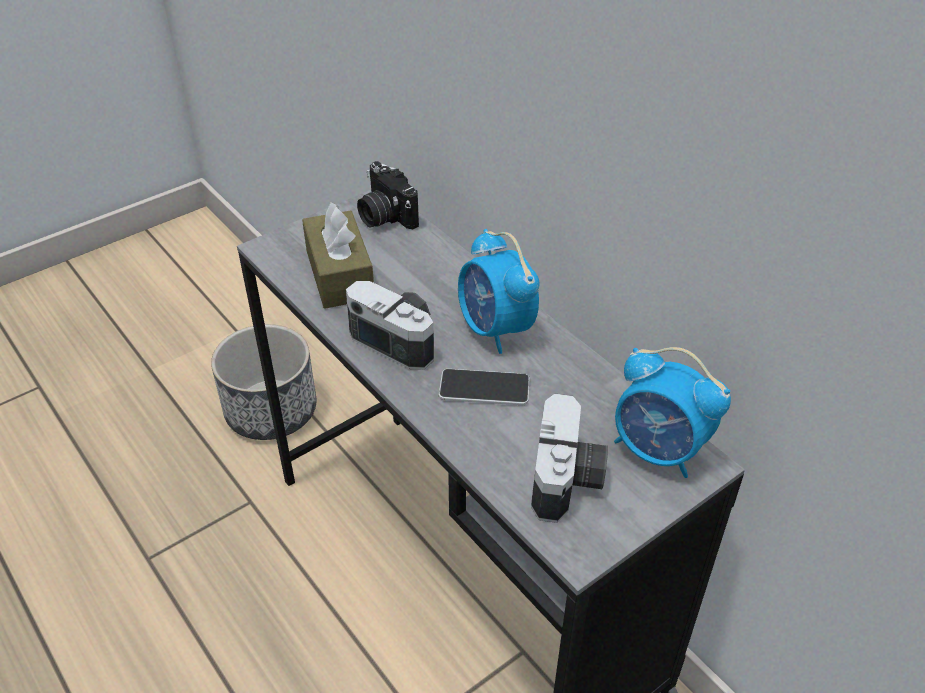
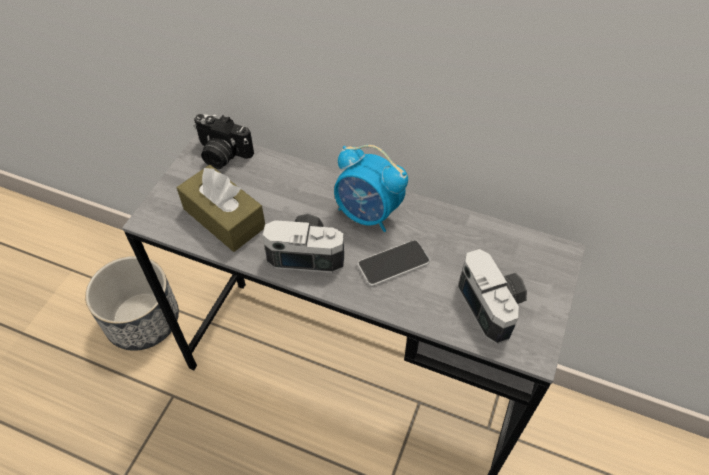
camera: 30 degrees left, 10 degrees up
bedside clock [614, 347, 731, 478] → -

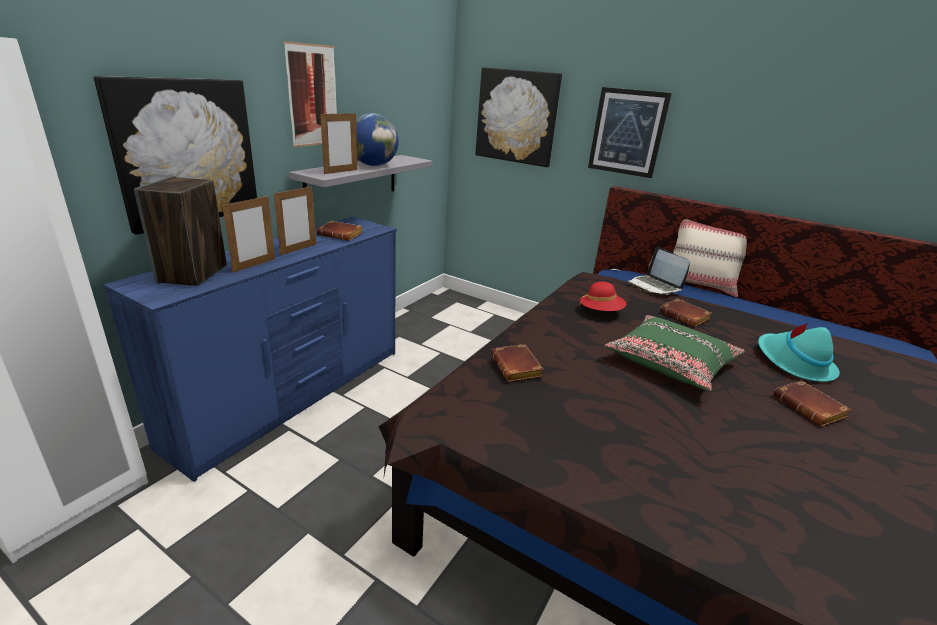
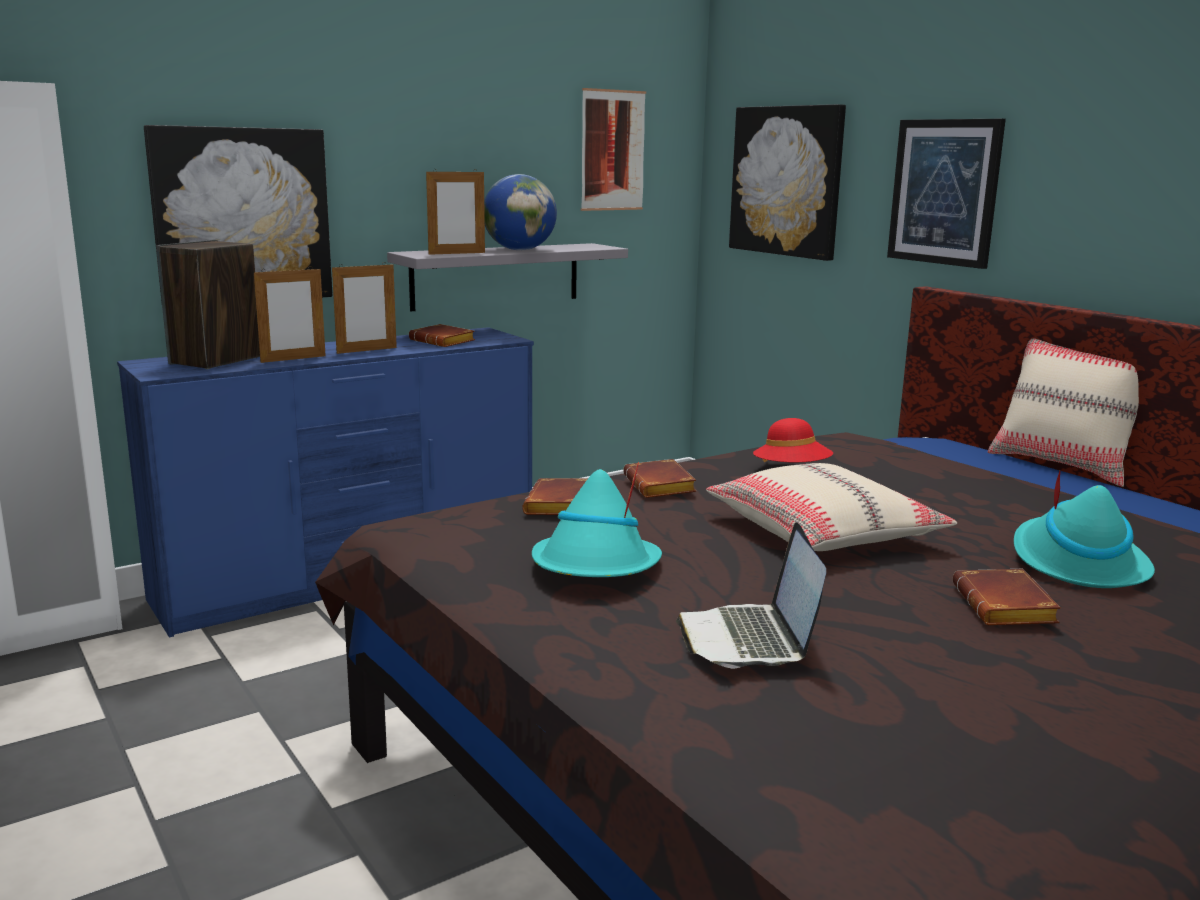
camera: 25 degrees right, 10 degrees down
- → wearable hat in blue-green [532, 462, 662, 577]
wall art [284, 41, 337, 147] → wall art [581, 88, 646, 211], moved
laptop [627, 247, 690, 295] → laptop [676, 522, 826, 668], moved
volume in brown-coloured [660, 299, 712, 327] → volume in brown-coloured [623, 459, 696, 498], moved
cushion in greenish [604, 315, 745, 392] → cushion in sand-coloured [706, 463, 957, 551]

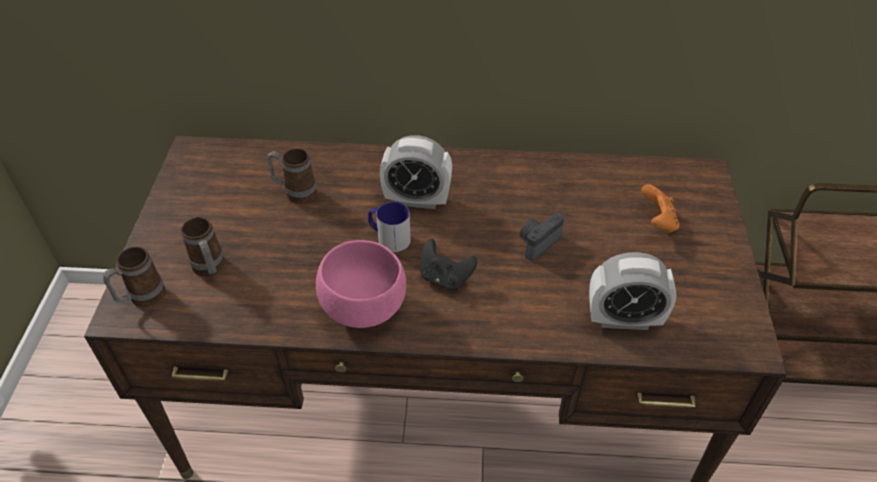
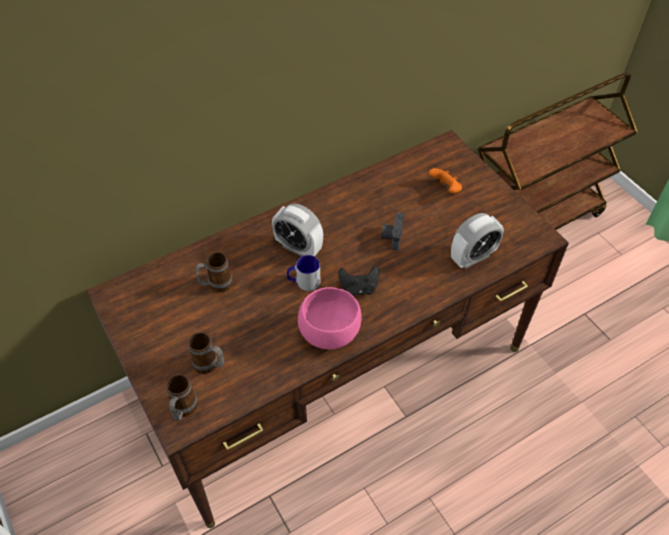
camera: 35 degrees left, 5 degrees up
bedside clock [380, 135, 452, 209] → bedside clock [272, 203, 323, 257], 60 degrees clockwise

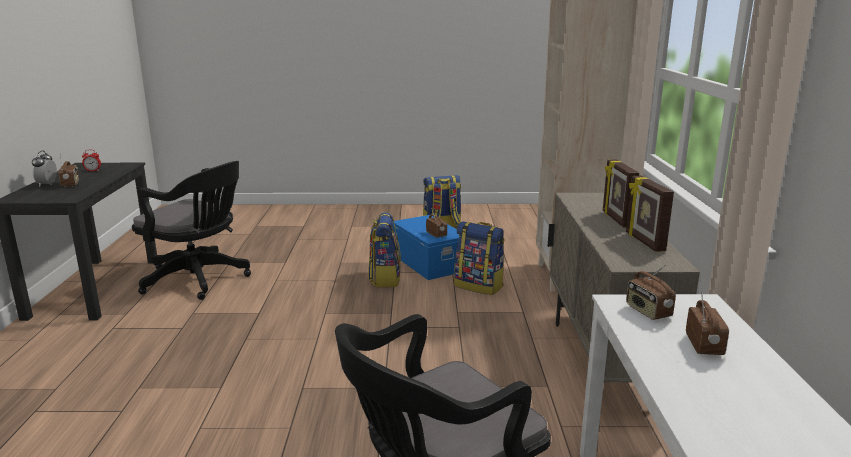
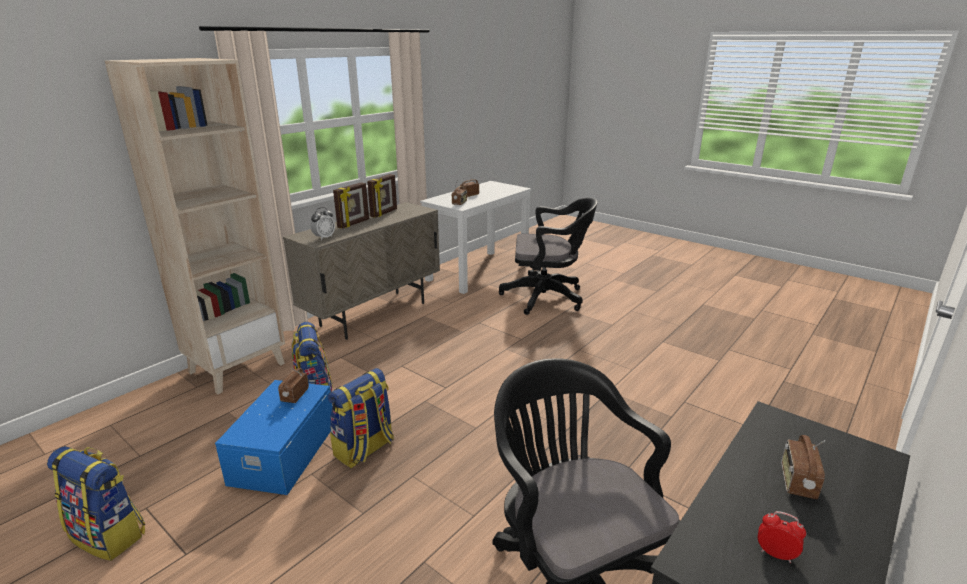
camera: 140 degrees left, 5 degrees up
bedside clock [32, 151, 57, 187] → bedside clock [311, 207, 335, 240], moved

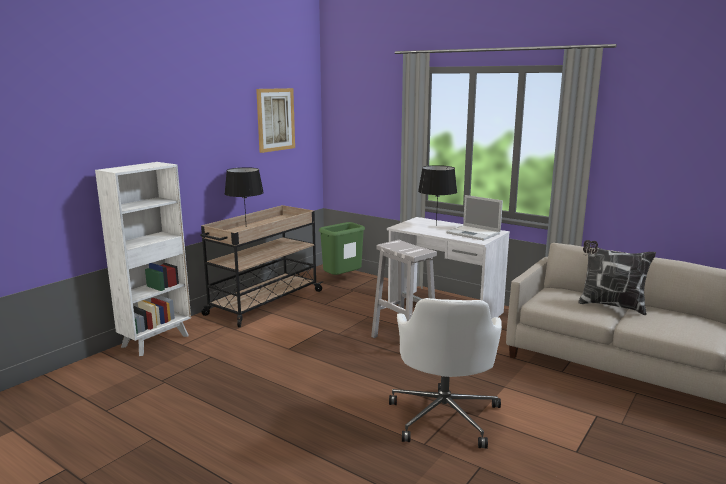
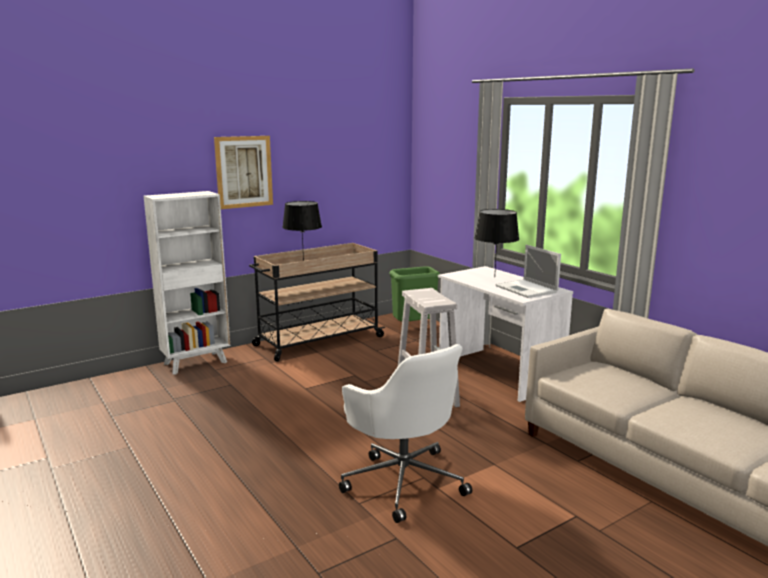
camera: 20 degrees right, 0 degrees up
cushion [578, 240, 656, 315] → -
wall art [256, 88, 295, 153] → wall art [214, 136, 273, 209], moved
office chair in white-coloured [389, 298, 502, 449] → office chair in white-coloured [339, 344, 472, 523], 60 degrees counterclockwise

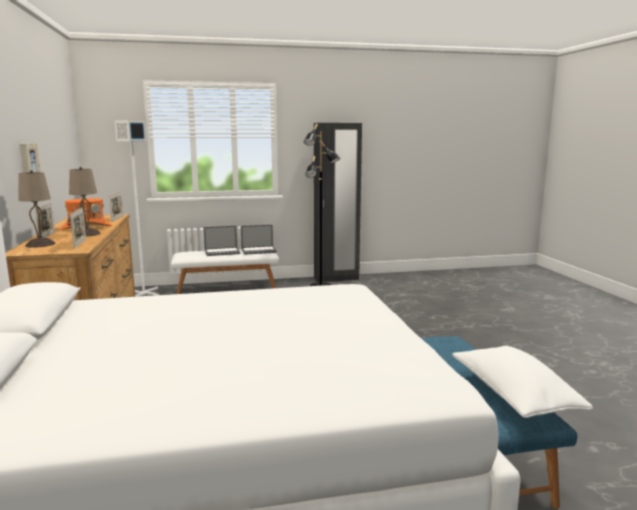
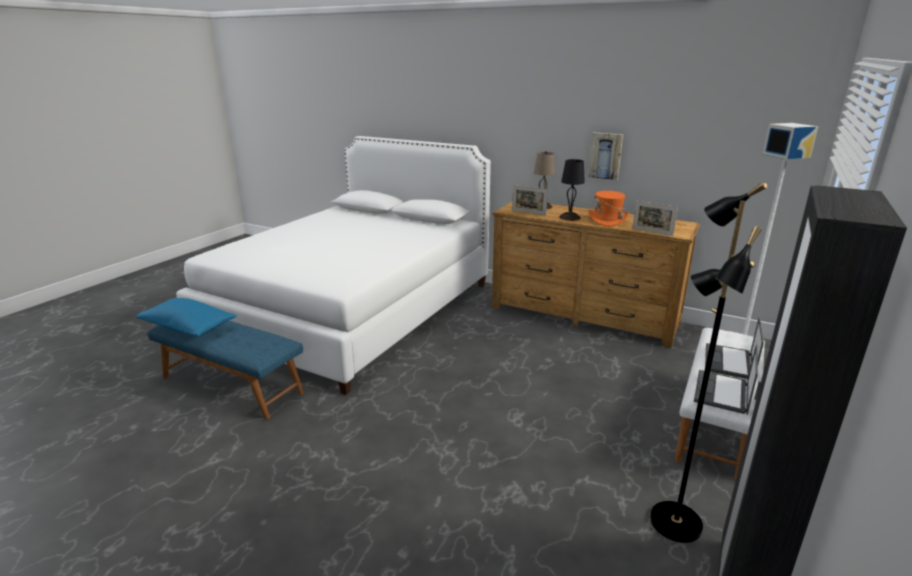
camera: 130 degrees right, 10 degrees up
picture frame [35, 202, 55, 238] → -
tabletop lamp in sand-coloured [69, 167, 101, 237] → tabletop lamp in blackish [559, 159, 585, 221]
cushion in white-coloured [452, 346, 593, 418] → cushion in blue-coloured [136, 298, 237, 337]

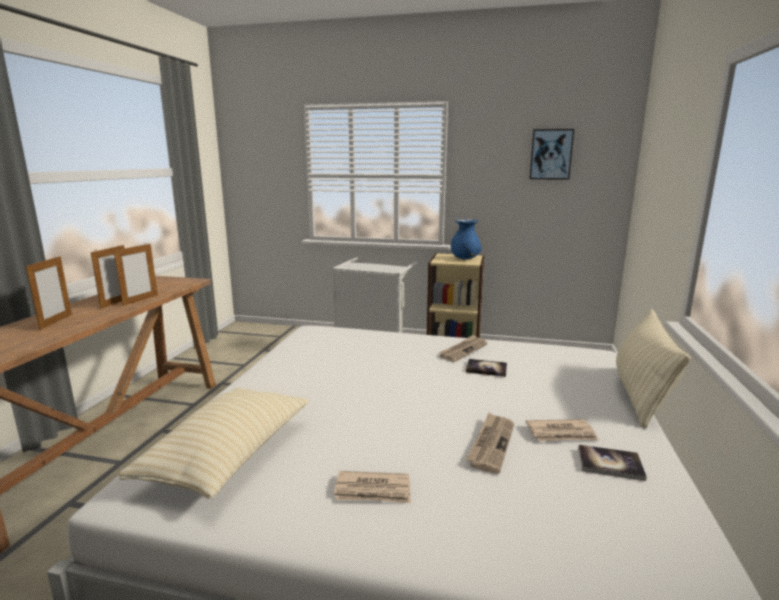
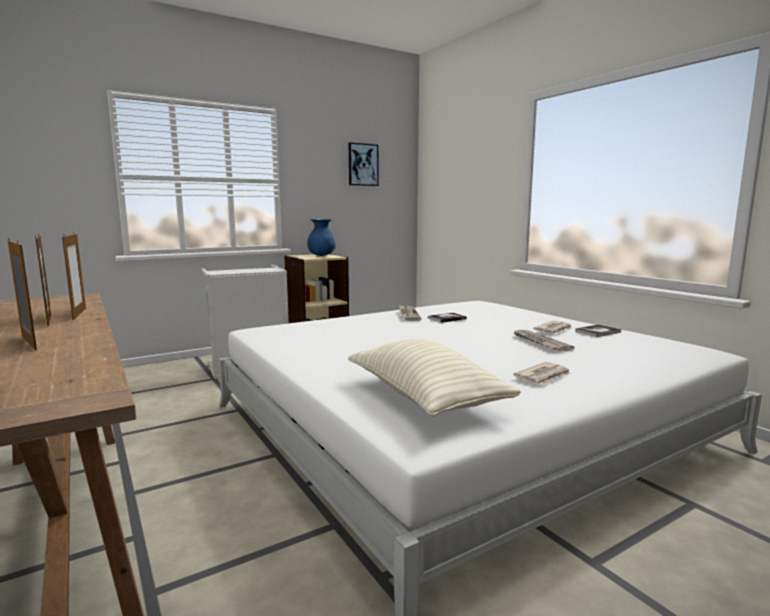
camera: 45 degrees left, 5 degrees down
cushion in sand-coloured [616, 309, 691, 428] → -

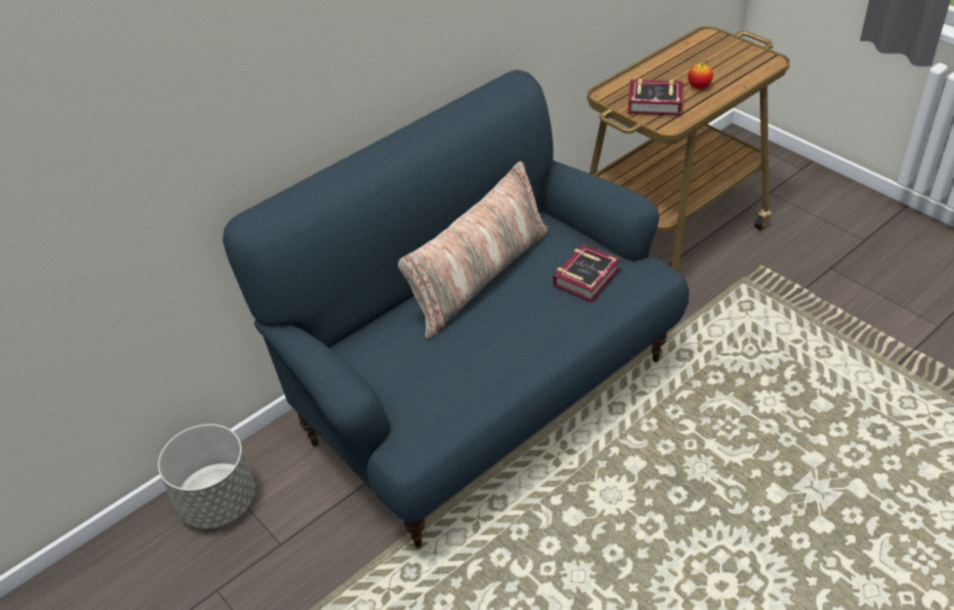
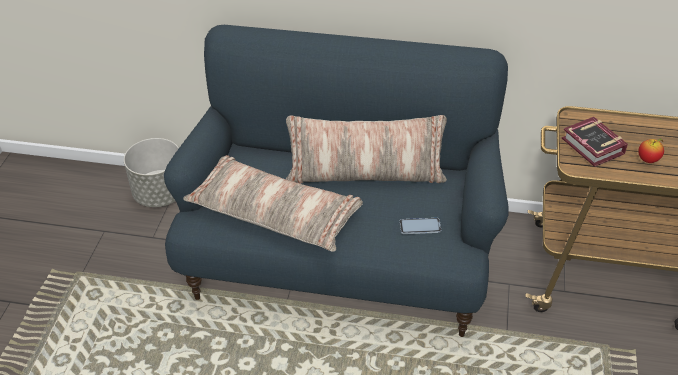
camera: 50 degrees right, 0 degrees up
- → cushion [183, 155, 363, 252]
volume [553, 244, 621, 302] → handset [400, 218, 441, 234]

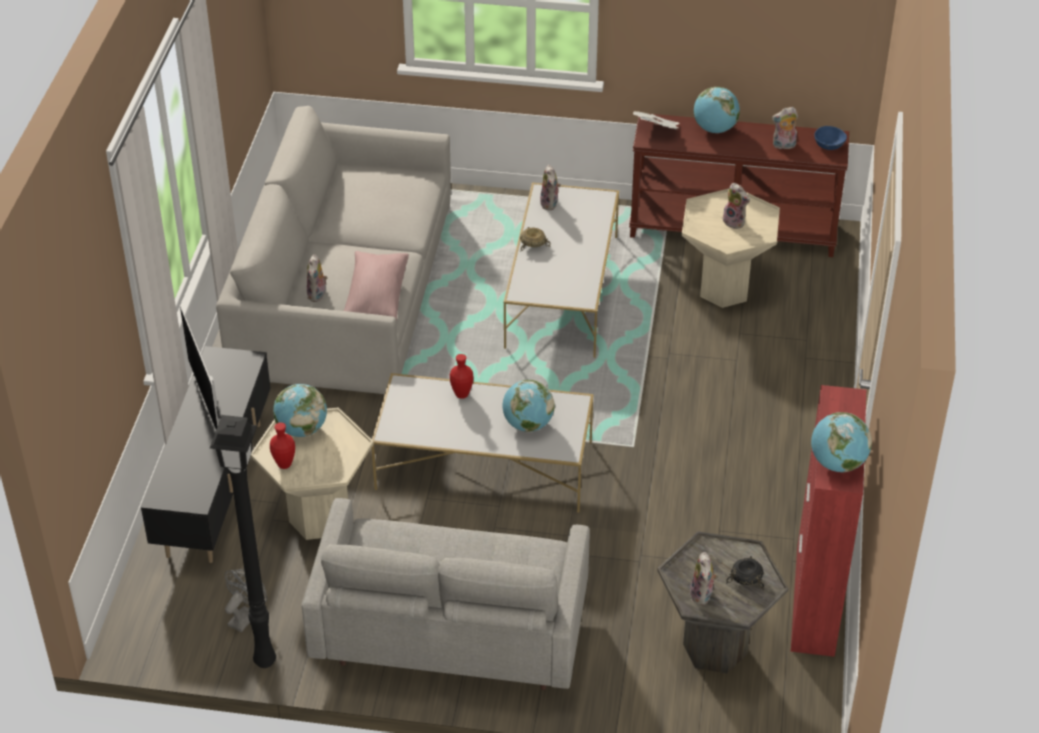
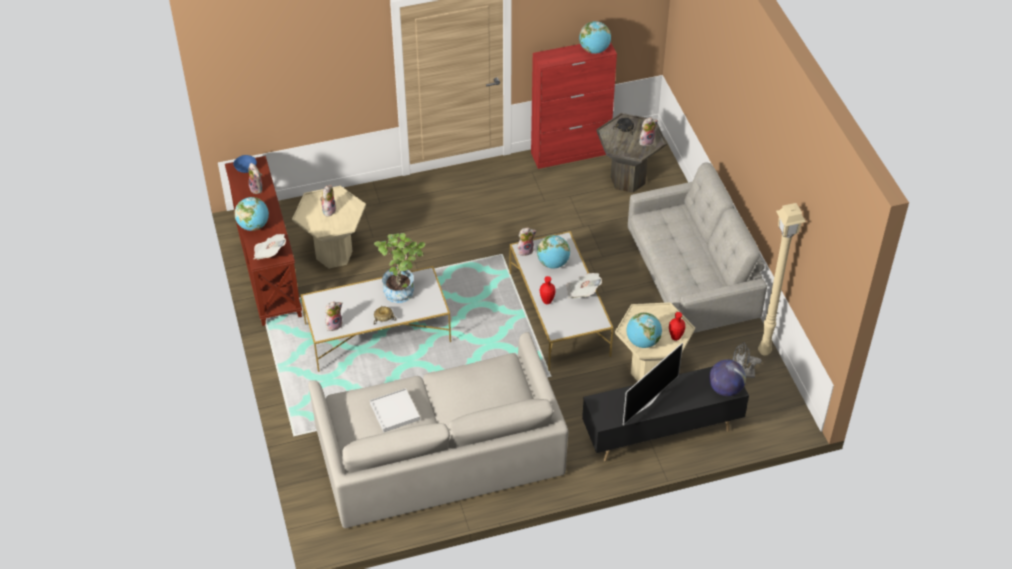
camera: 115 degrees left, 5 degrees up
cushion in pink [344, 251, 409, 322] → -
- → carrying tray in white-coloured [370, 388, 420, 432]
- → houseplant [374, 233, 425, 303]
- → daily paper [566, 273, 602, 298]
- → globe [709, 359, 746, 396]
cuddly toy [307, 254, 328, 302] → cuddly toy [517, 228, 536, 256], moved
standard lamp in blackish [210, 415, 276, 668] → standard lamp in sand-coloured [758, 203, 806, 356]

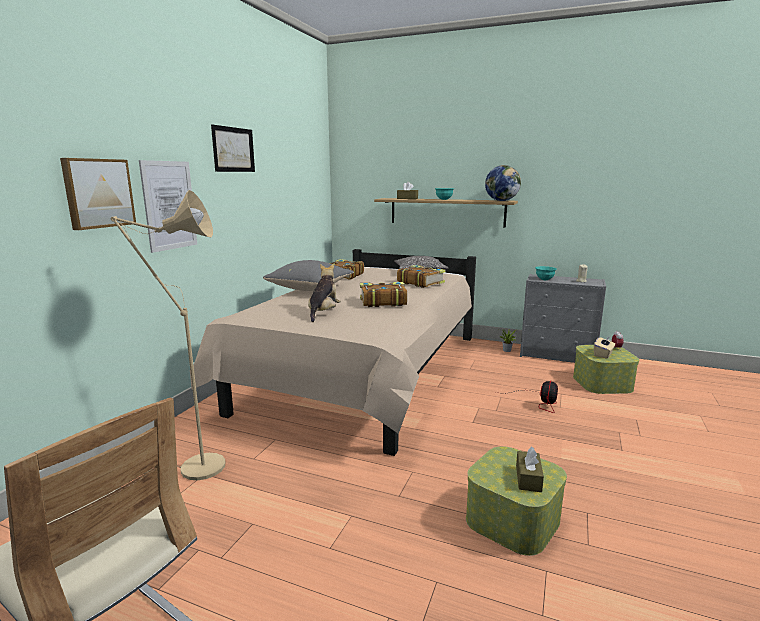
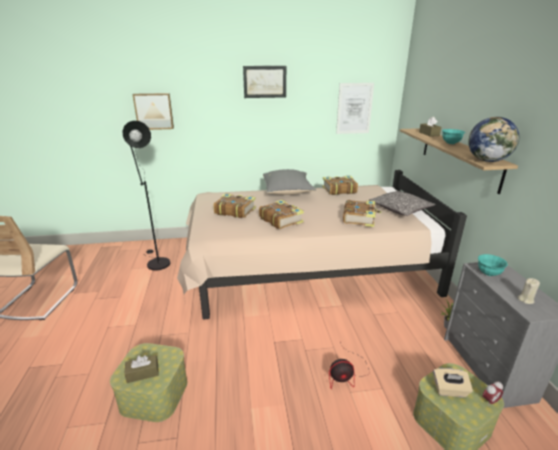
camera: 60 degrees right, 10 degrees up
wall art [139, 160, 197, 253] → wall art [336, 83, 374, 134], moved
cuddly toy [308, 264, 341, 322] → volume [213, 193, 256, 218]
standard lamp in sand-coloured [110, 190, 225, 480] → standard lamp in blackish [123, 121, 170, 270]

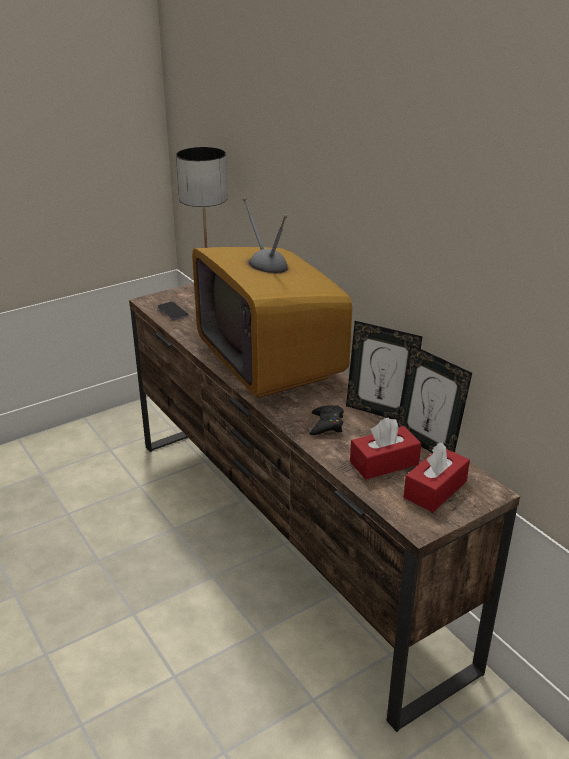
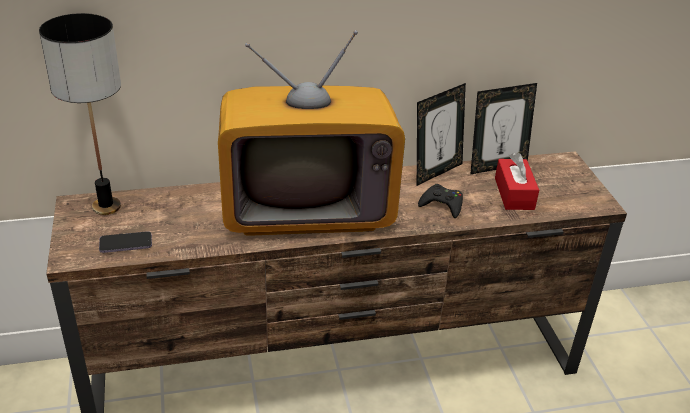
camera: 70 degrees left, 5 degrees up
tissue holder in red-coloured [404, 442, 470, 512] → -

